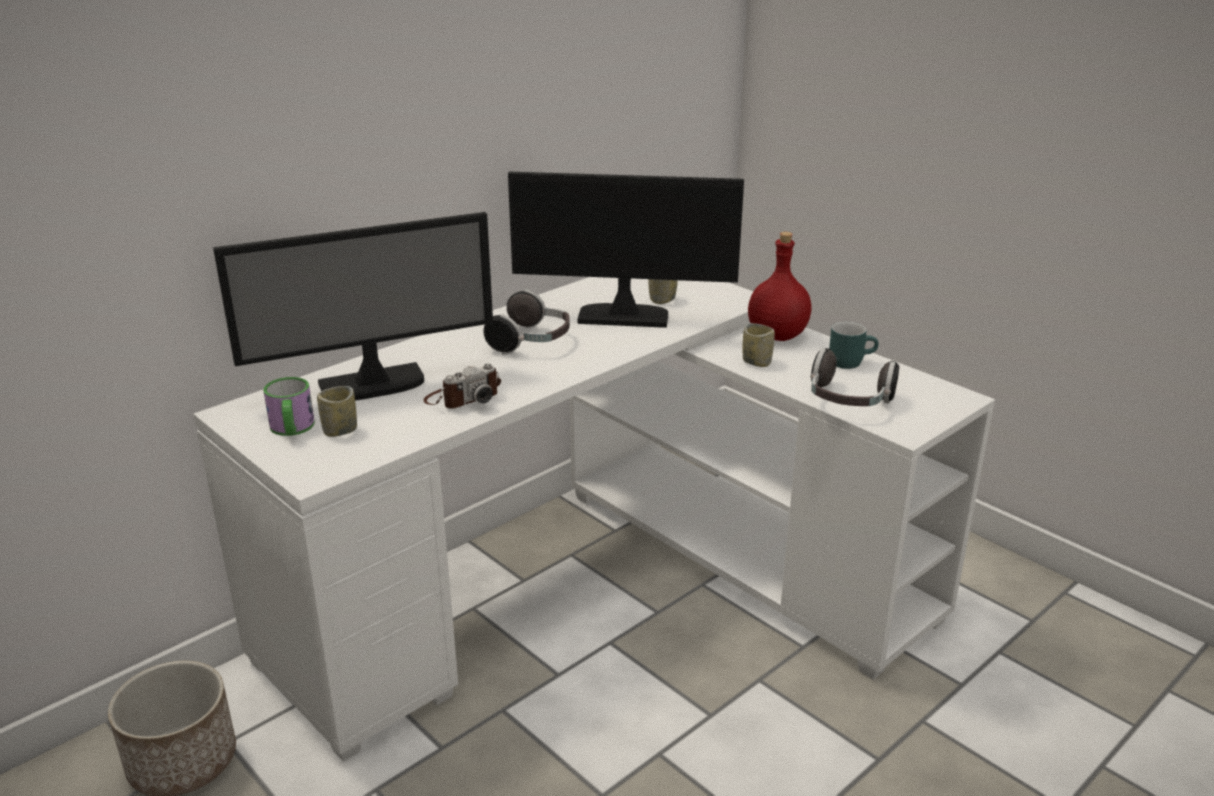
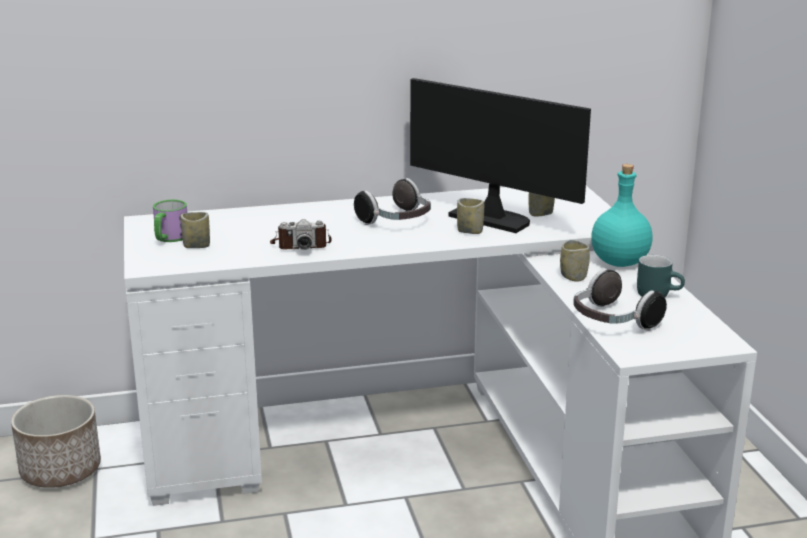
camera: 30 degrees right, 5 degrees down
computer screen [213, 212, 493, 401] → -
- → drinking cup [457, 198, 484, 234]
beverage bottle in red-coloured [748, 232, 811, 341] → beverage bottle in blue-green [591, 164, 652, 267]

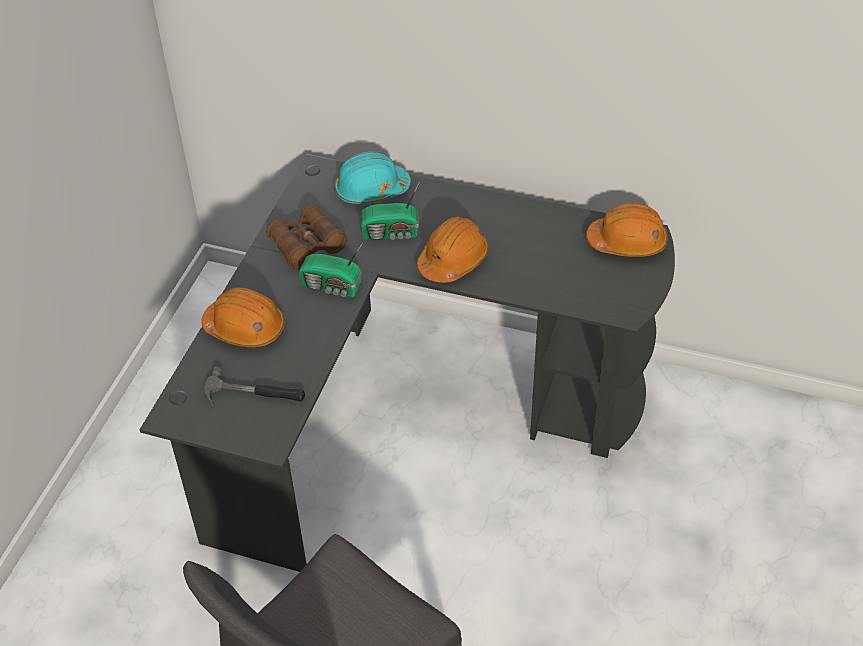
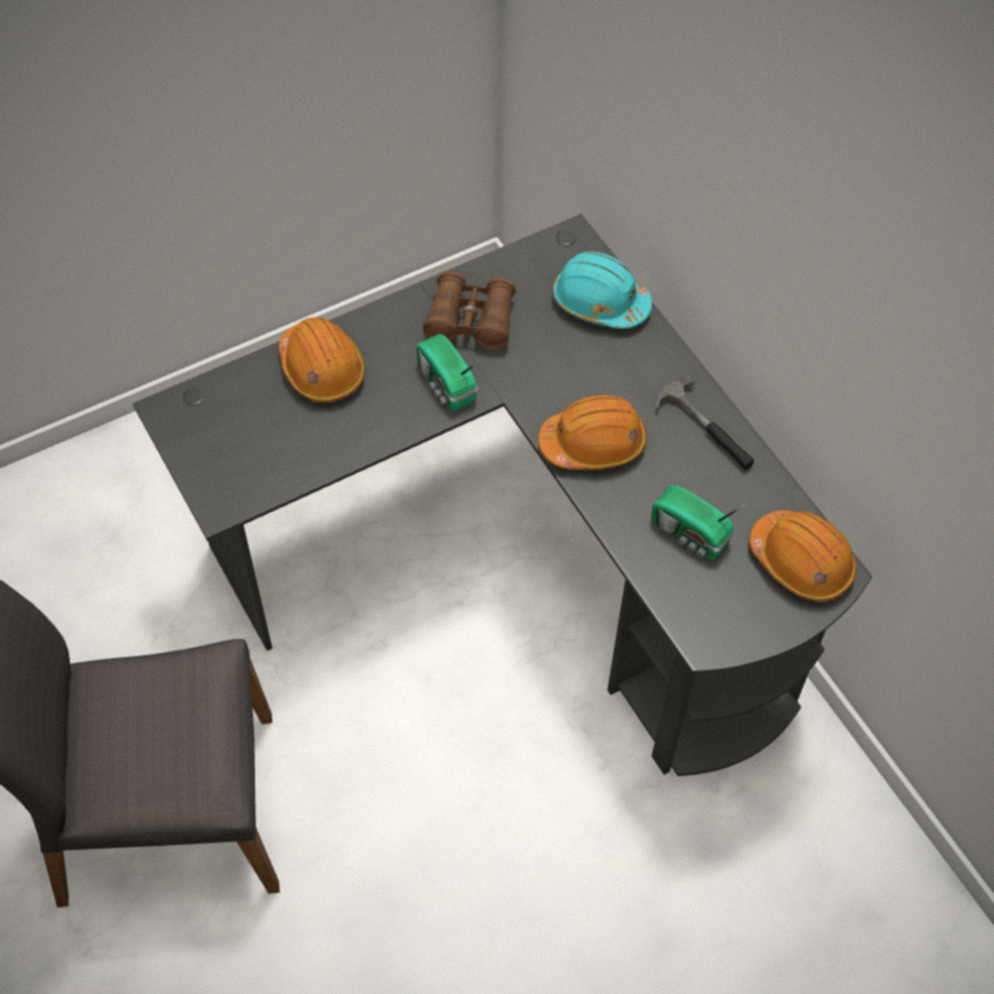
camera: 40 degrees right, 10 degrees up
tool hammer [204, 367, 305, 407] → tool hammer [656, 375, 754, 470], moved
radio receiver [361, 183, 419, 241] → radio receiver [651, 485, 747, 560], moved

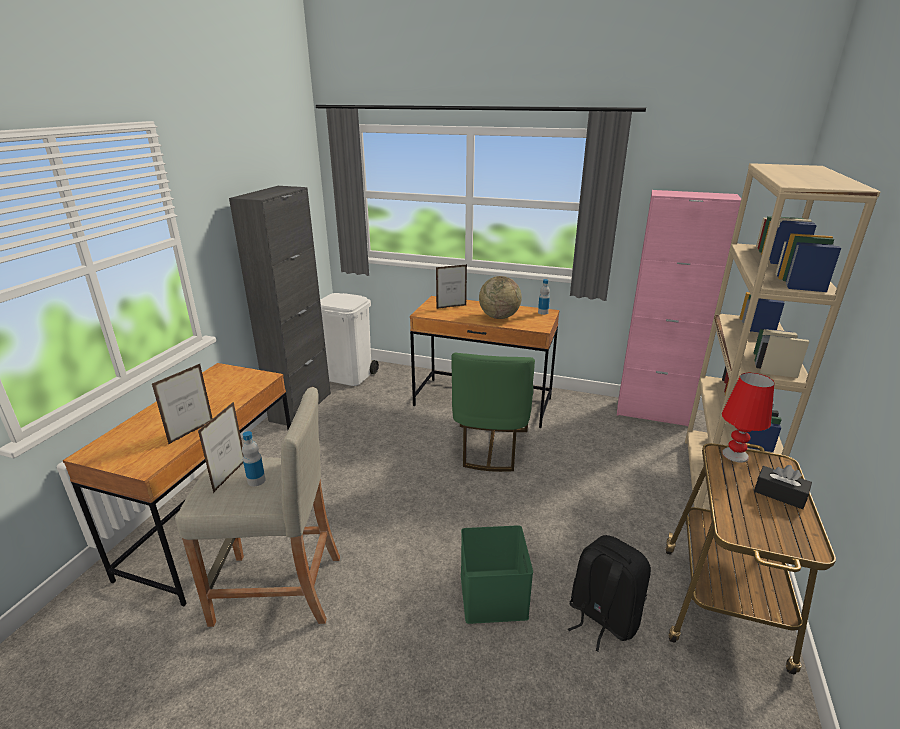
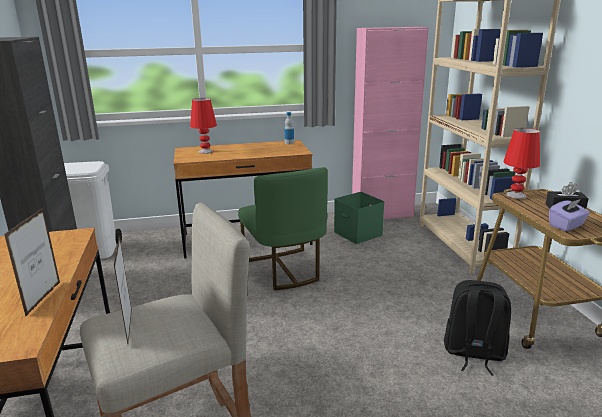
camera: 30 degrees left, 5 degrees down
beverage bottle [242, 431, 266, 486] → -
globe [479, 276, 522, 319] → -
- → tissue holder in purple-coloured [549, 199, 590, 232]
storage container in greenish [461, 525, 533, 624] → storage container in greenish [334, 192, 385, 244], moved
picture frame [436, 264, 467, 309] → tabletop lamp in red-coloured [190, 98, 217, 154]

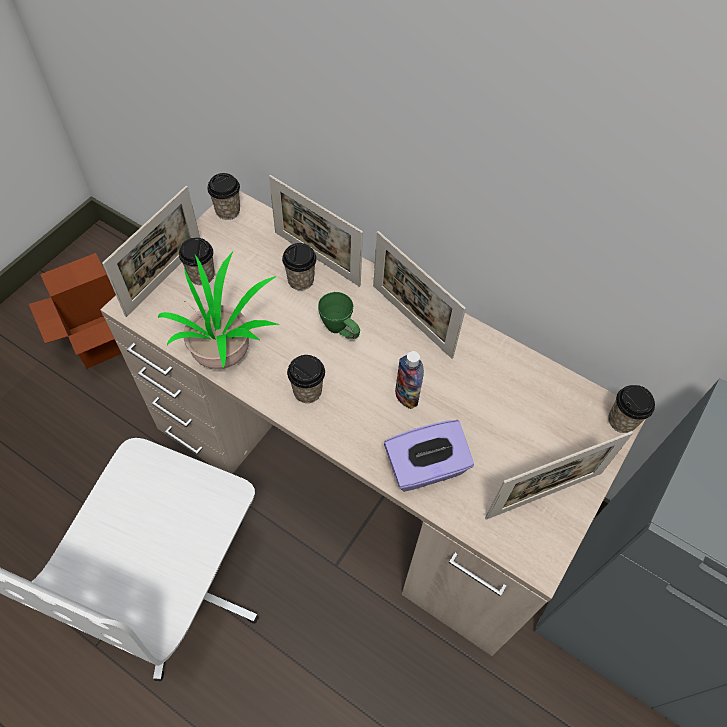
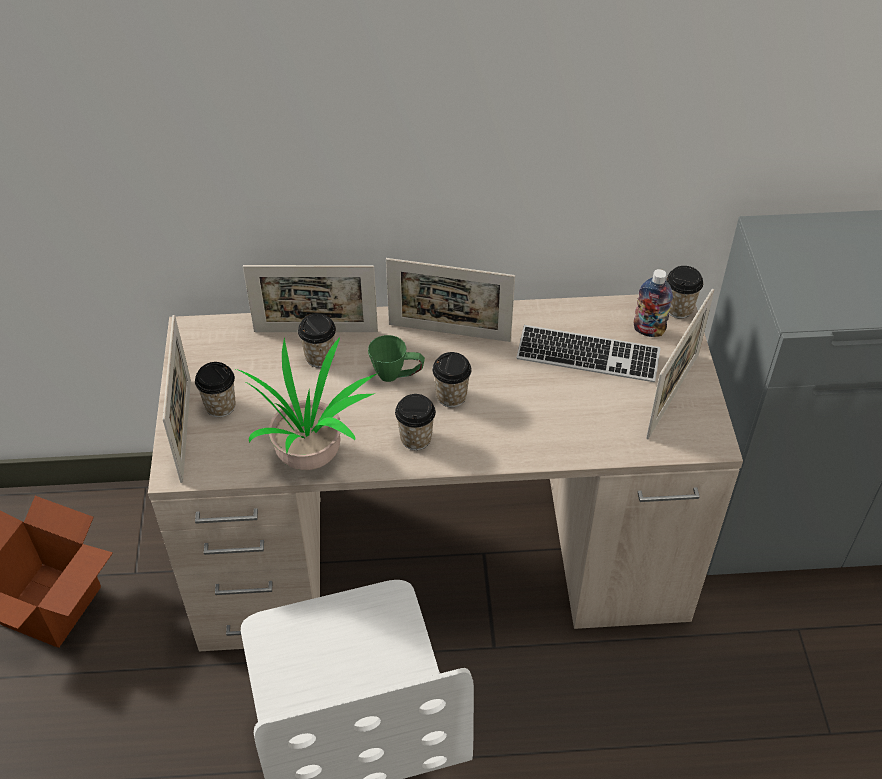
camera: 35 degrees left, 10 degrees down
tissue holder in purple-coloured [384, 420, 474, 492] → -
- → computer keyboard [517, 325, 661, 382]
drinking cup [207, 173, 240, 220] → drinking cup [432, 352, 472, 407], moved
beverage bottle [395, 351, 424, 409] → beverage bottle [633, 269, 673, 337], moved

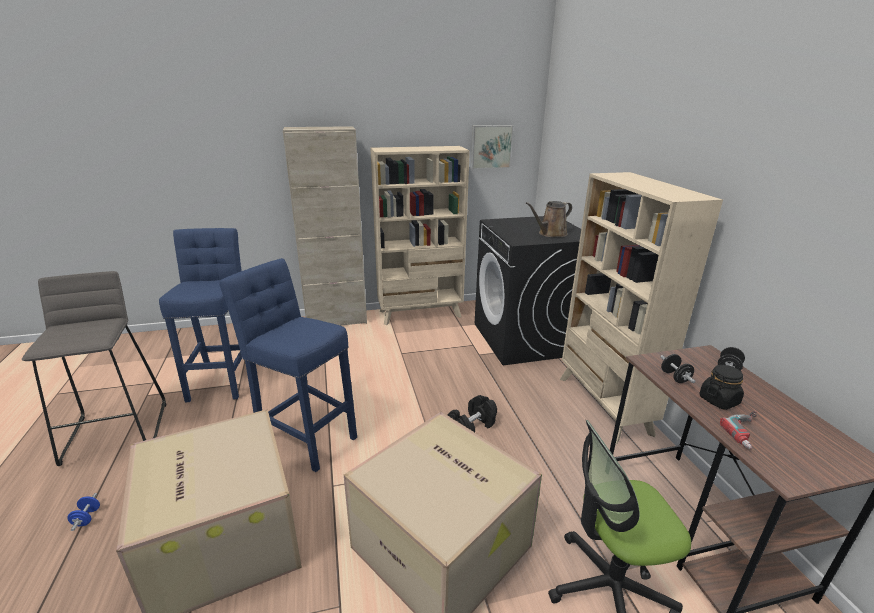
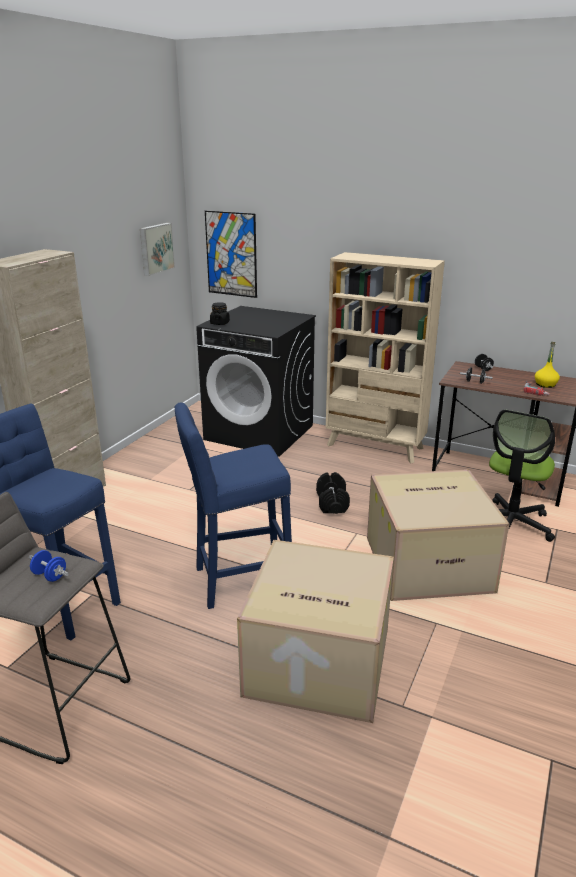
camera: 50 degrees left, 0 degrees up
bookshelf in sand-coloured [370, 146, 470, 325] → -
watering can in brown-coloured [526, 201, 572, 237] → -
- → wall art [205, 211, 257, 298]
- → beverage bottle in yellowish [535, 342, 560, 388]
dumbbell in blue-coloured [67, 493, 100, 531] → dumbbell in blue-coloured [29, 550, 69, 582], moved
preserve jar in blackish [699, 365, 744, 410] → preserve jar in blackish [210, 302, 230, 325], moved

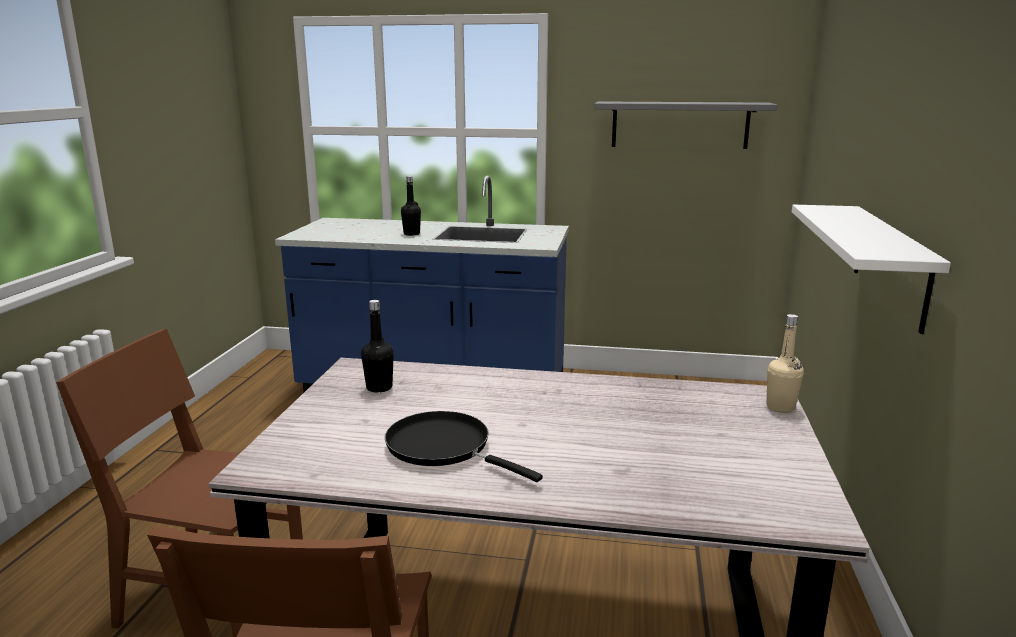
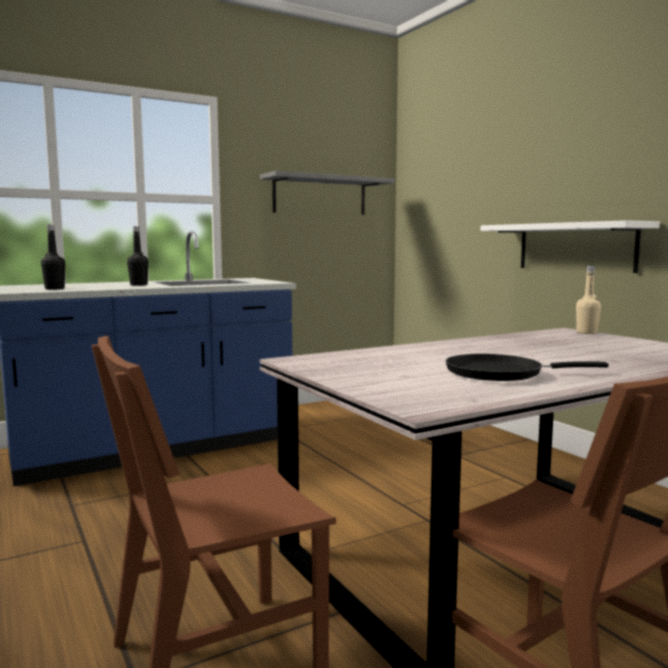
camera: 40 degrees left, 10 degrees down
beverage bottle in blackish [361, 300, 394, 393] → beverage bottle in blackish [41, 225, 65, 290], moved

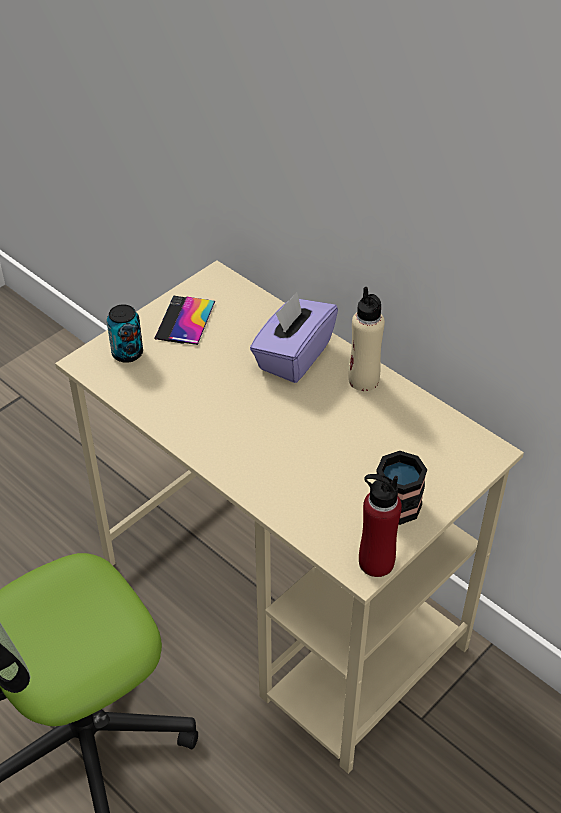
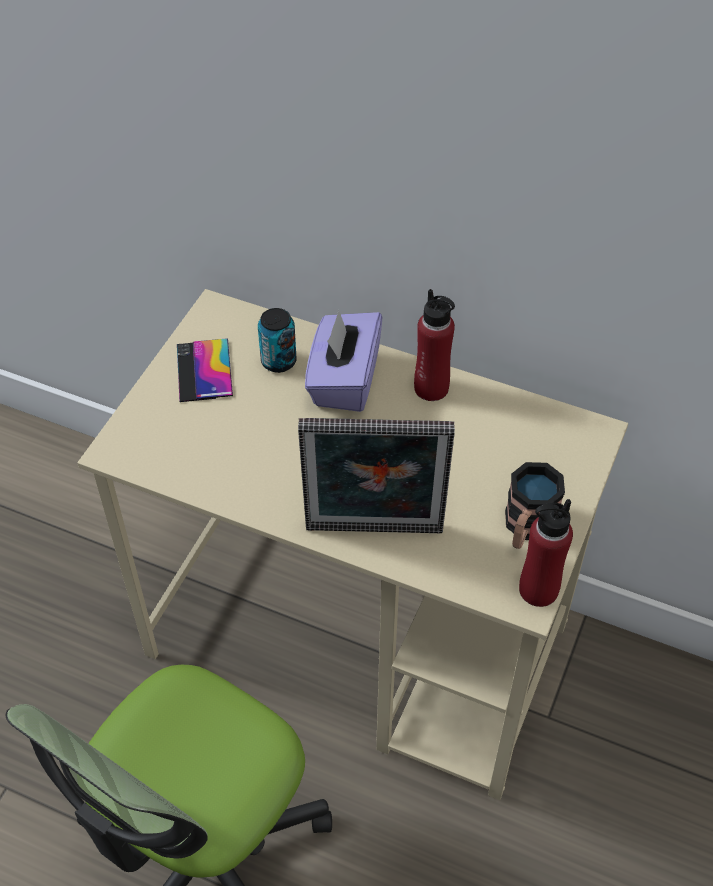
camera: 20 degrees left, 5 degrees up
- → picture frame [298, 418, 455, 534]
can [107, 304, 143, 363] → can [258, 308, 297, 373], moved
beverage bottle in sand-coloured [348, 287, 385, 391] → beverage bottle in red-coloured [414, 289, 455, 401]

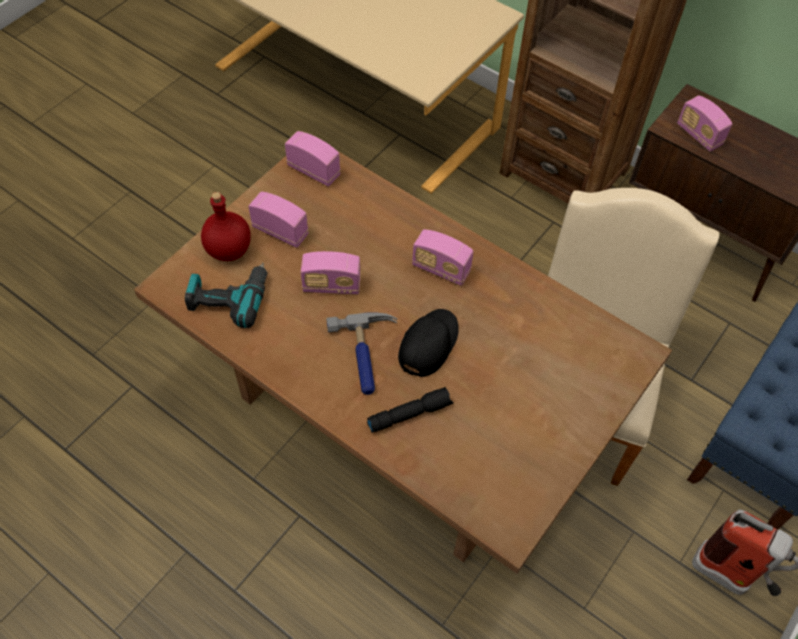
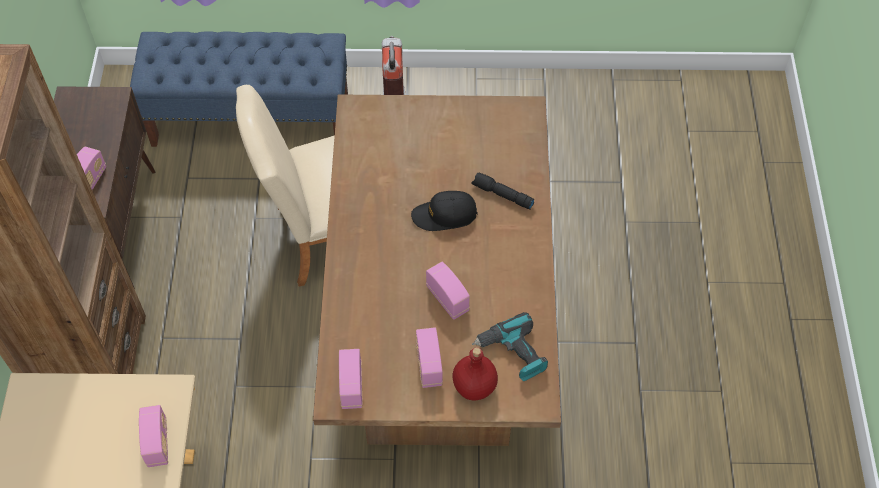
camera: 125 degrees left, 0 degrees up
tool hammer [326, 313, 397, 395] → -
radio receiver [412, 229, 474, 286] → radio receiver [139, 405, 168, 467], moved

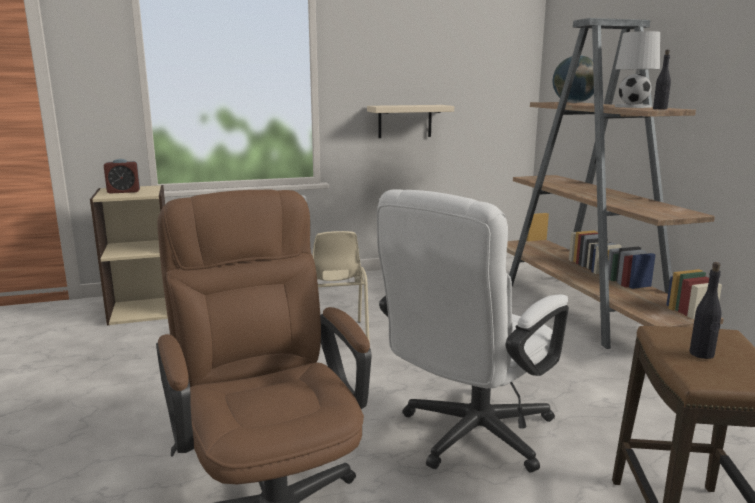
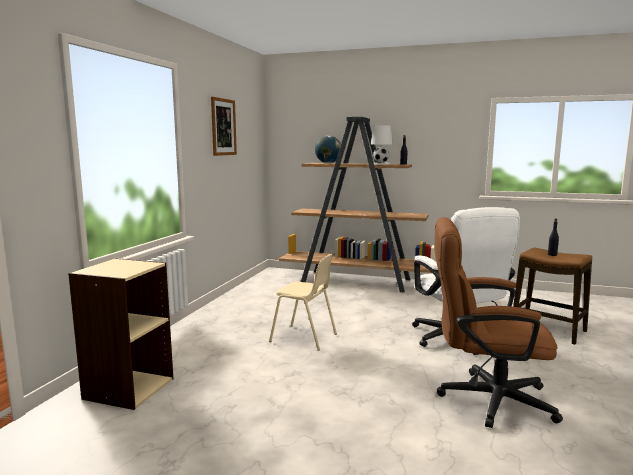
camera: 55 degrees left, 5 degrees down
bedside clock [104, 159, 140, 193] → -
wall shelf in sand-coloured [367, 105, 454, 138] → -
- → wall art [211, 97, 237, 156]

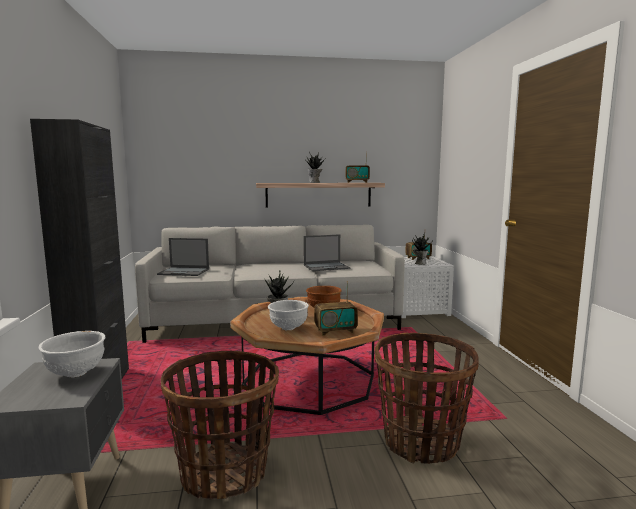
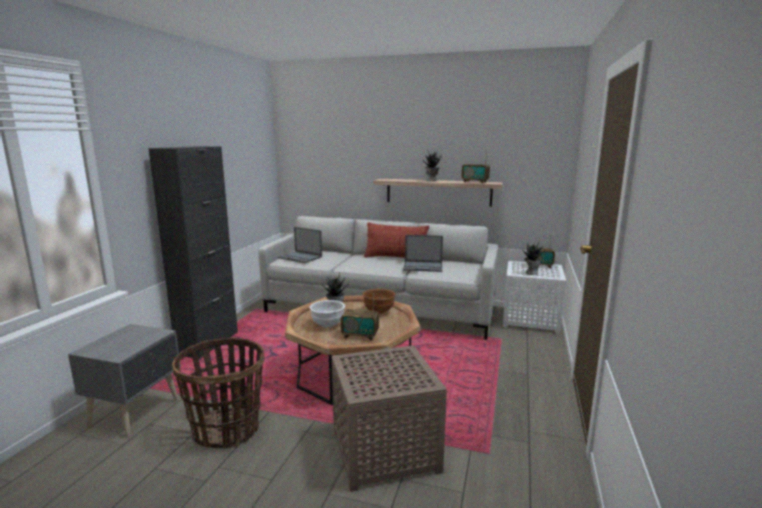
camera: 25 degrees right, 5 degrees up
bowl in white-coloured [39, 331, 105, 377] → -
- → cushion [364, 222, 429, 258]
basket [375, 333, 479, 464] → side table in brown-coloured [332, 345, 447, 492]

